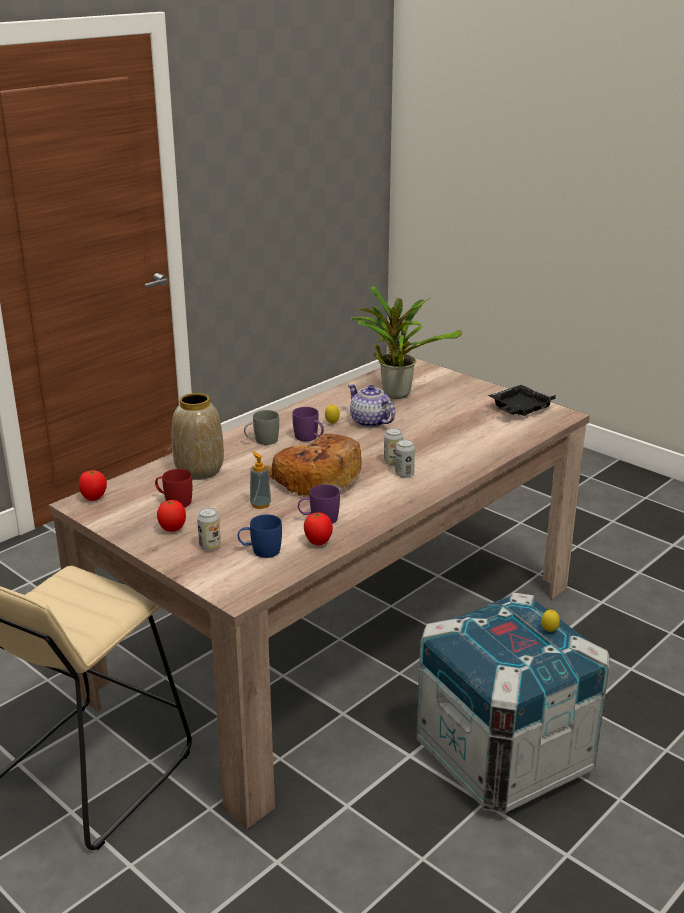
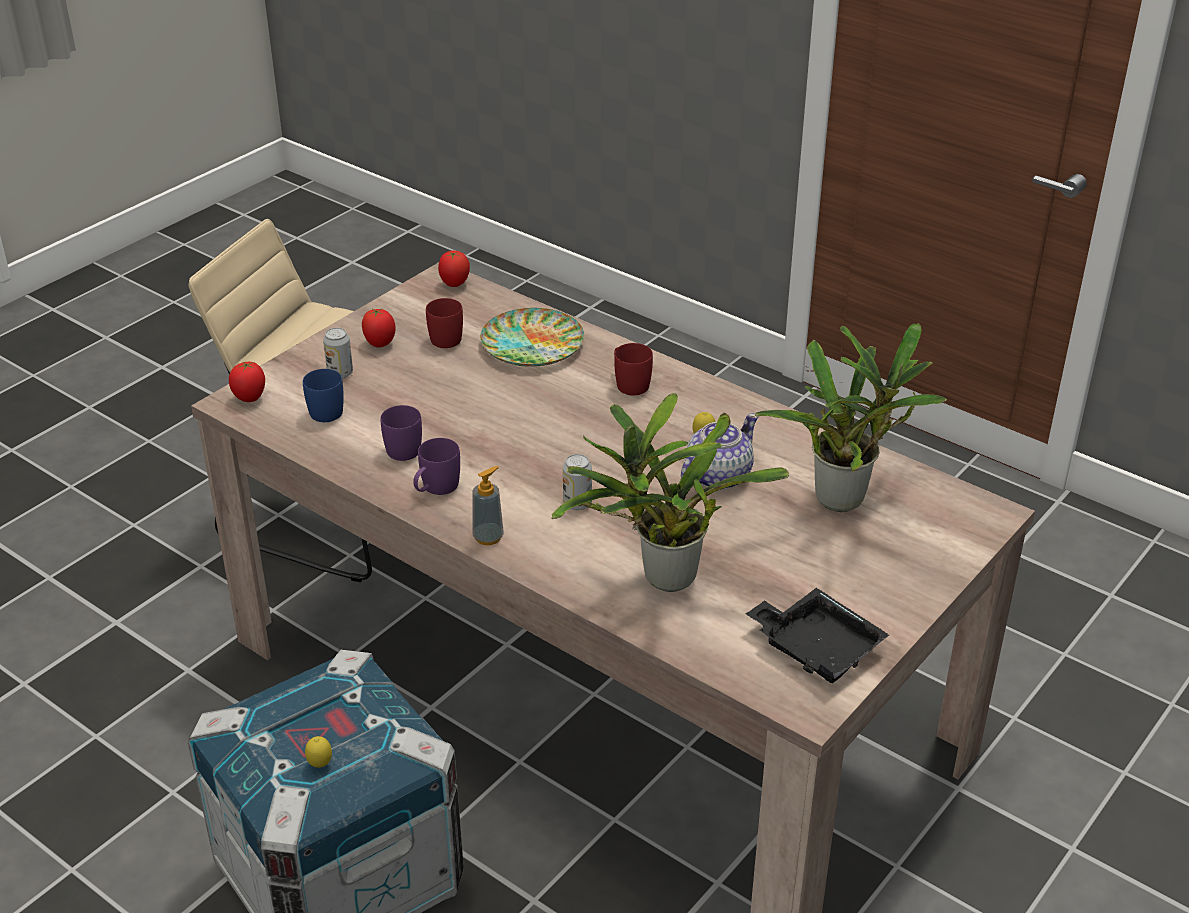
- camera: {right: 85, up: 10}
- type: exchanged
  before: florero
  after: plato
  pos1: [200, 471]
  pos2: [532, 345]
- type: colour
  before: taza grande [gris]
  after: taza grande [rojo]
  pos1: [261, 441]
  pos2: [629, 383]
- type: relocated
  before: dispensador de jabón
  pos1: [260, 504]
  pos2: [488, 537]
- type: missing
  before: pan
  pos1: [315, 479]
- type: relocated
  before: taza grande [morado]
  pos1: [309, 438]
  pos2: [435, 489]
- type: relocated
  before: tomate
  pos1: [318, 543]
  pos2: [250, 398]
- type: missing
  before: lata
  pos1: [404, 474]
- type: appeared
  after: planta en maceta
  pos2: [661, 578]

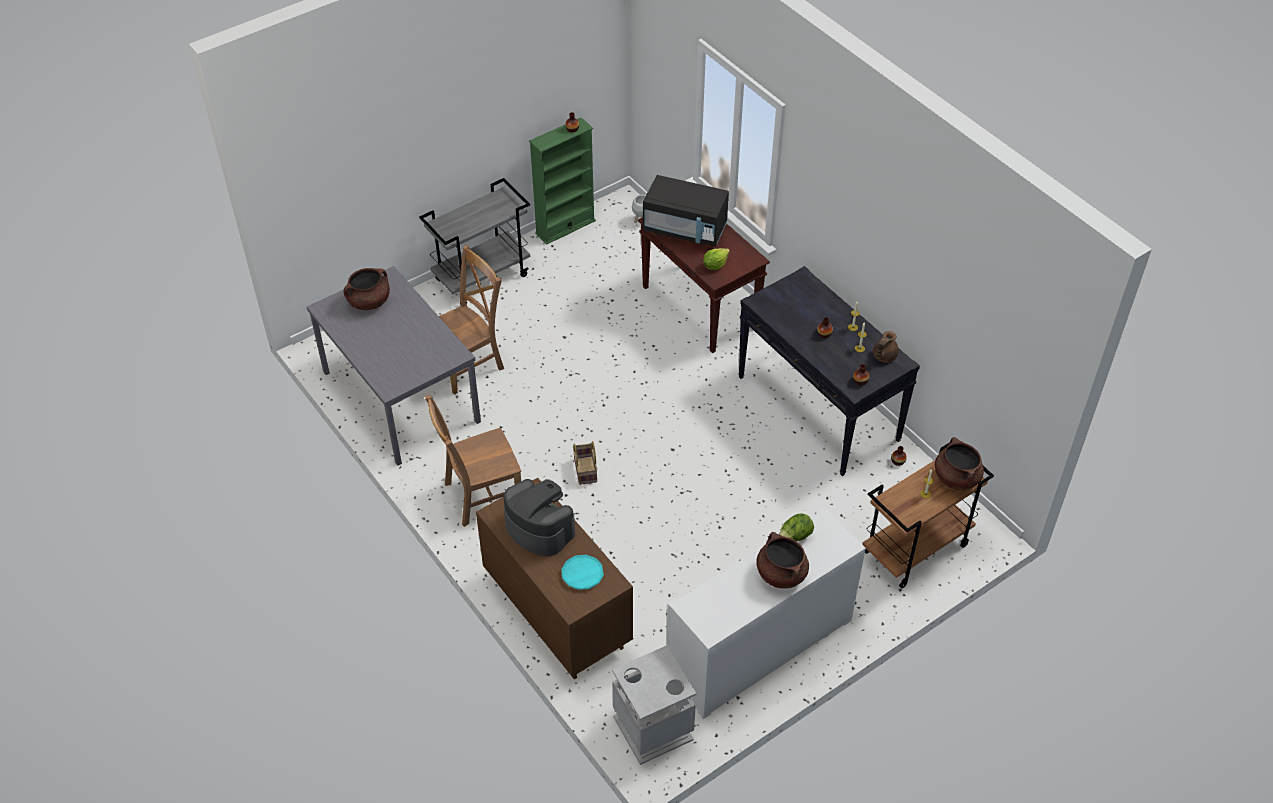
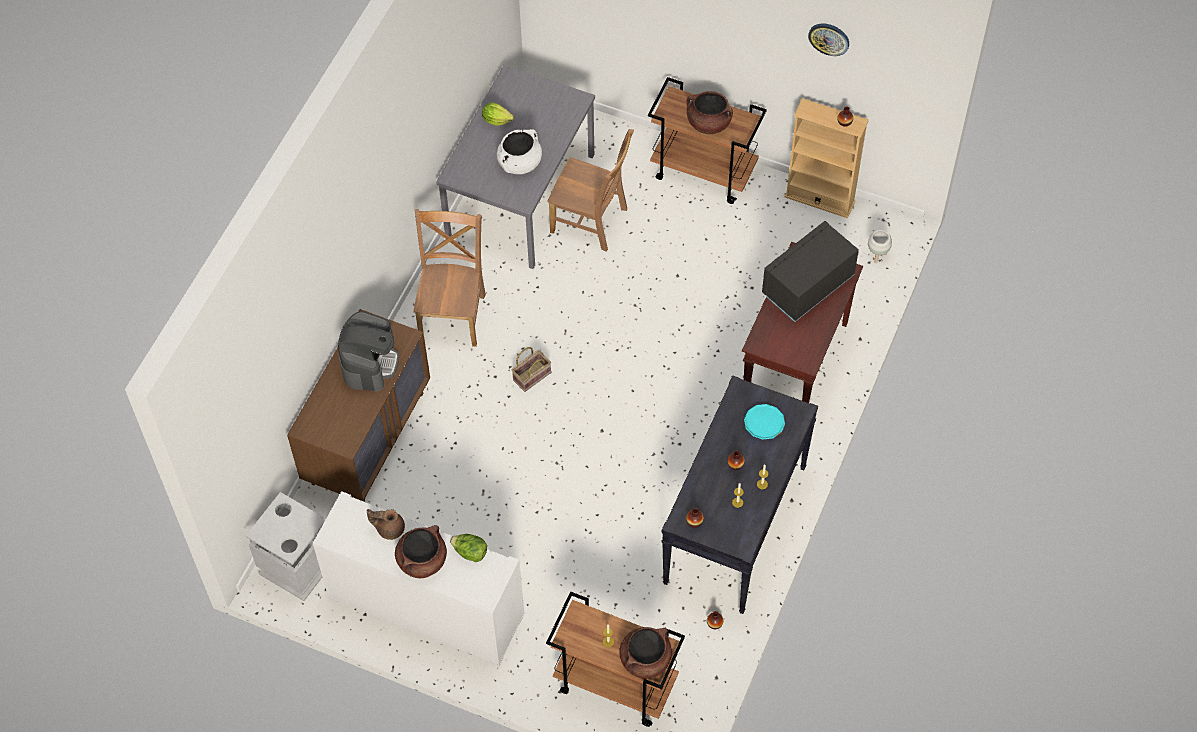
- camera: {right: 60, up: 10}
- type: relocated
  before: olla [marrón]
  pos1: [369, 302]
  pos2: [708, 123]
- type: colour
  before: carrito [gris]
  after: carrito [marrón]
  pos1: [482, 277]
  pos2: [704, 172]
- type: spun
  before: silla [marrón]
  pos1: [480, 495]
  pos2: [453, 314]
  turn: 60
- type: colour
  before: estantería [verde]
  after: estantería [beis]
  pos1: [565, 227]
  pos2: [819, 199]
- type: relocated
  before: plato [turquesa]
  pos1: [582, 574]
  pos2: [764, 423]
- type: spun
  before: microondas [negro]
  pos1: [685, 229]
  pos2: [807, 285]
  turn: 60
- type: relocated
  before: lechuga
  pos1: [715, 265]
  pos2: [496, 120]
- type: relocated
  before: tetera [marrón]
  pos1: [883, 356]
  pos2: [389, 528]
- type: appeared
  after: olla [blanco]
  pos2: [519, 163]
- type: appeared
  after: reloj de pared
  pos2: [829, 38]

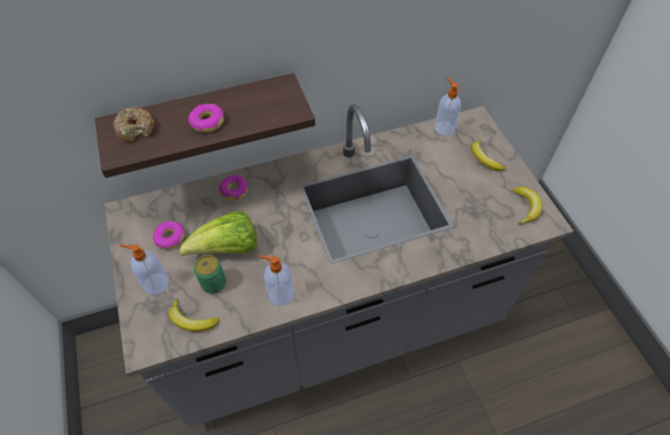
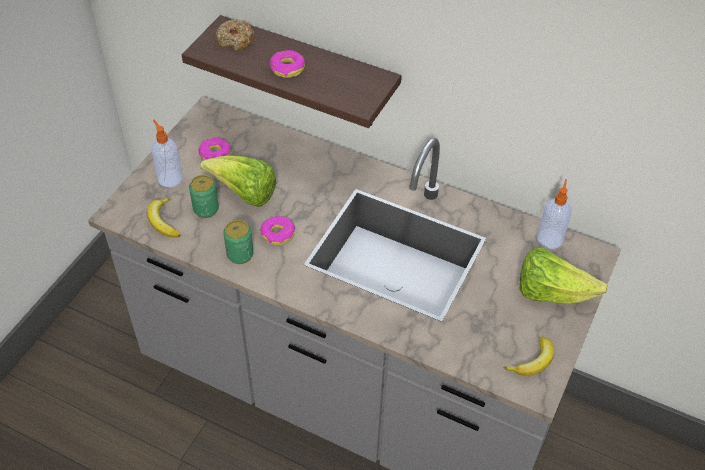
- camera: {right: 45, up: -5}
- type: relocated
  before: rosquilla
  pos1: [234, 190]
  pos2: [278, 234]
- type: exchanged
  before: dispensador de jabón
  after: lata
  pos1: [280, 294]
  pos2: [240, 254]
- type: exchanged
  before: plátano
  after: lechuga
  pos1: [484, 159]
  pos2: [551, 293]

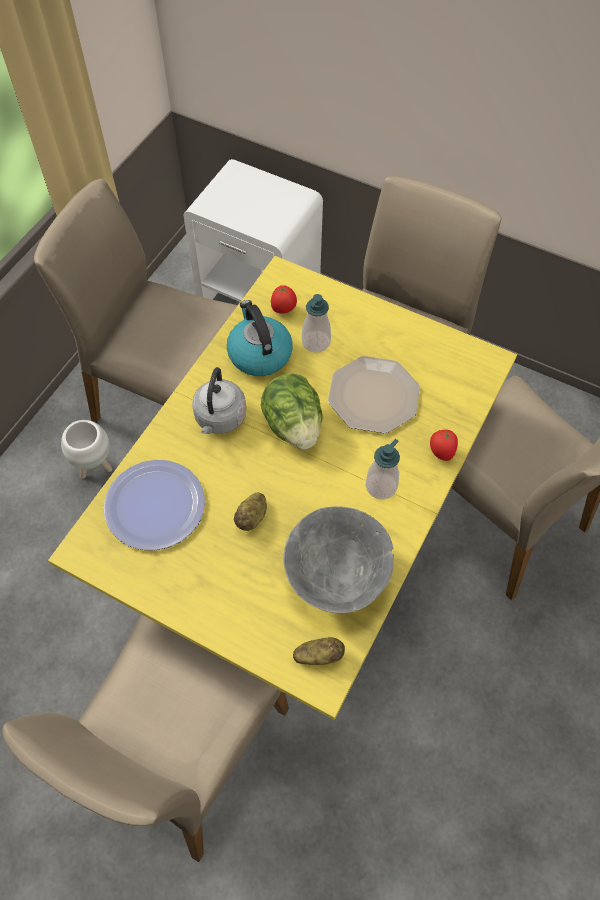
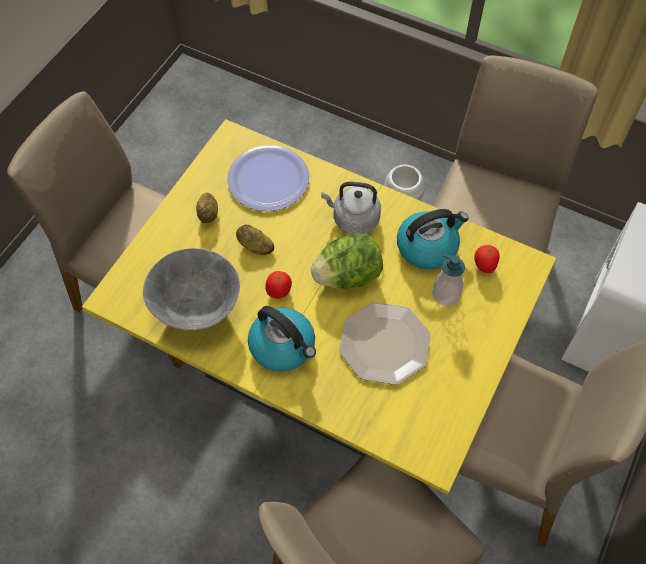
- camera: {right: 90, up: 0}
- type: relocated
  before: patata
  pos1: [318, 655]
  pos2: [209, 214]
- type: exchanged
  before: dispensador de jabón
  after: hervidor
  pos1: [381, 486]
  pos2: [283, 346]
- type: relocated
  before: tomate
  pos1: [441, 452]
  pos2: [279, 292]

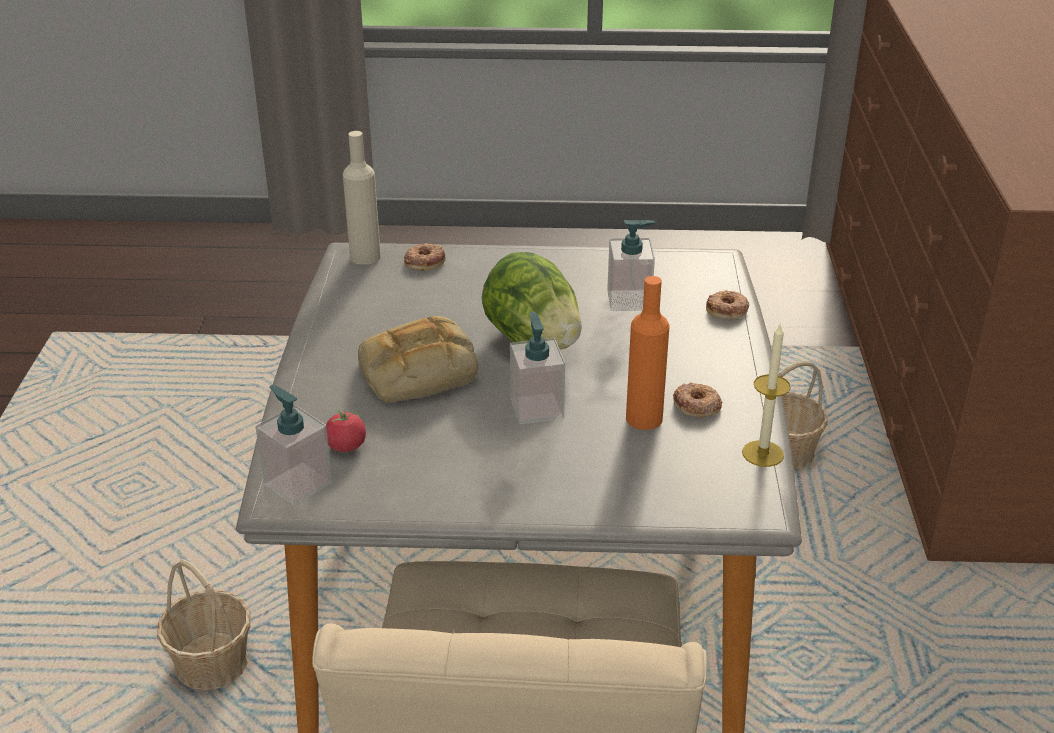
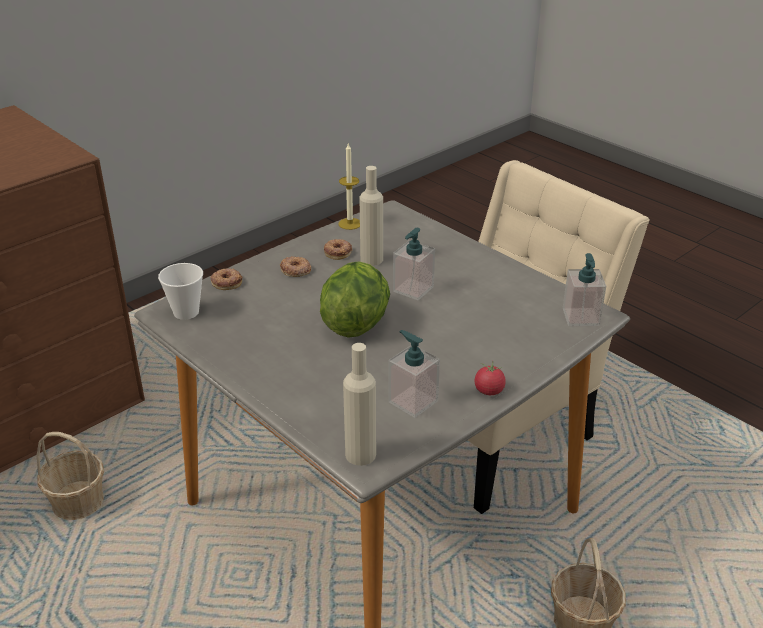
- camera: {right: -135, up: 0}
- type: relocated
  before: tomate
  pos1: [346, 446]
  pos2: [489, 391]
- type: missing
  before: pan
  pos1: [417, 372]
- type: relocated
  before: rosquilla
  pos1: [424, 261]
  pos2: [295, 270]
- type: relocated
  before: dispensador de jabón
  pos1: [629, 300]
  pos2: [413, 401]
- type: colour
  before: botella [naranja]
  after: botella [beis]
  pos1: [644, 418]
  pos2: [371, 259]
- type: appeared
  after: taza
  pos2: [186, 312]

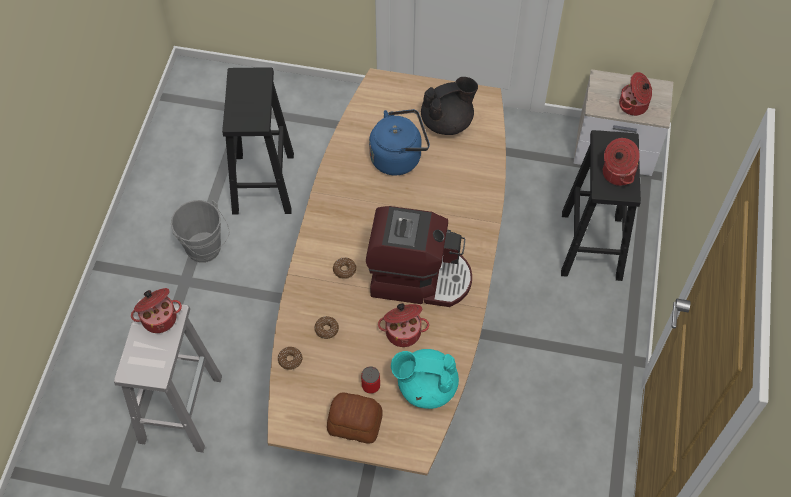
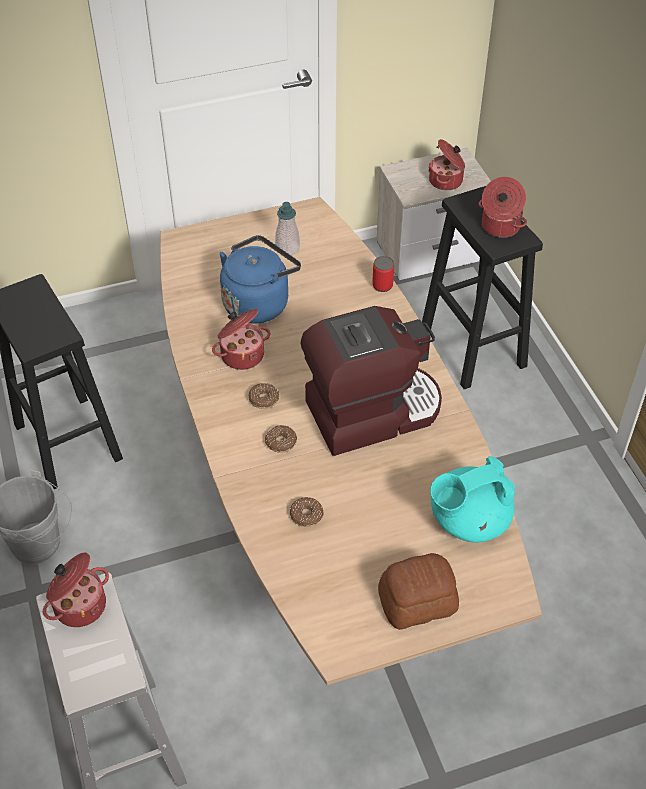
- camera: {right: -30, up: -10}
- type: relocated
  before: rosquilla
  pos1: [290, 360]
  pos2: [264, 399]
- type: relocated
  before: lata
  pos1: [371, 386]
  pos2: [382, 285]
- type: relocated
  before: olla
  pos1: [403, 331]
  pos2: [242, 354]
- type: exchanged
  before: tetera [negro]
  after: dispensador de jabón
  pos1: [447, 122]
  pos2: [287, 248]

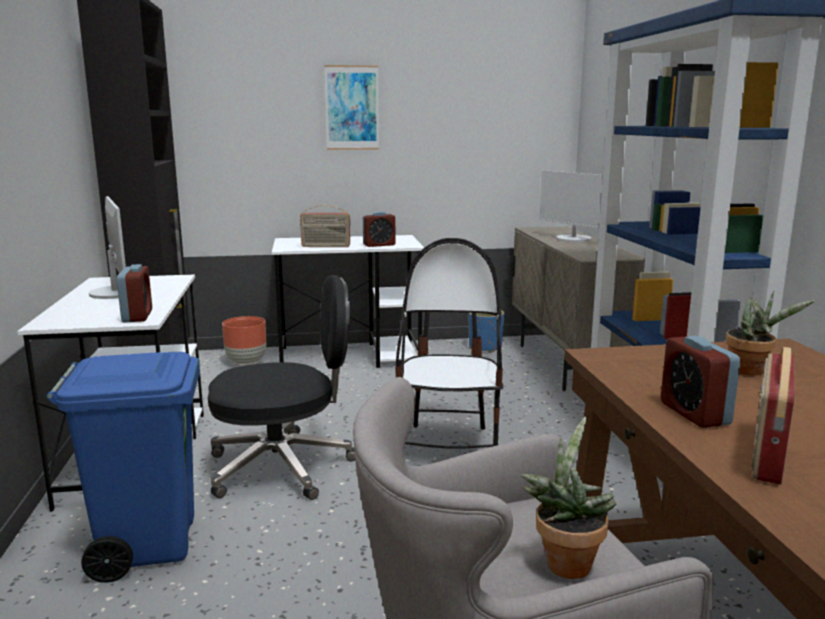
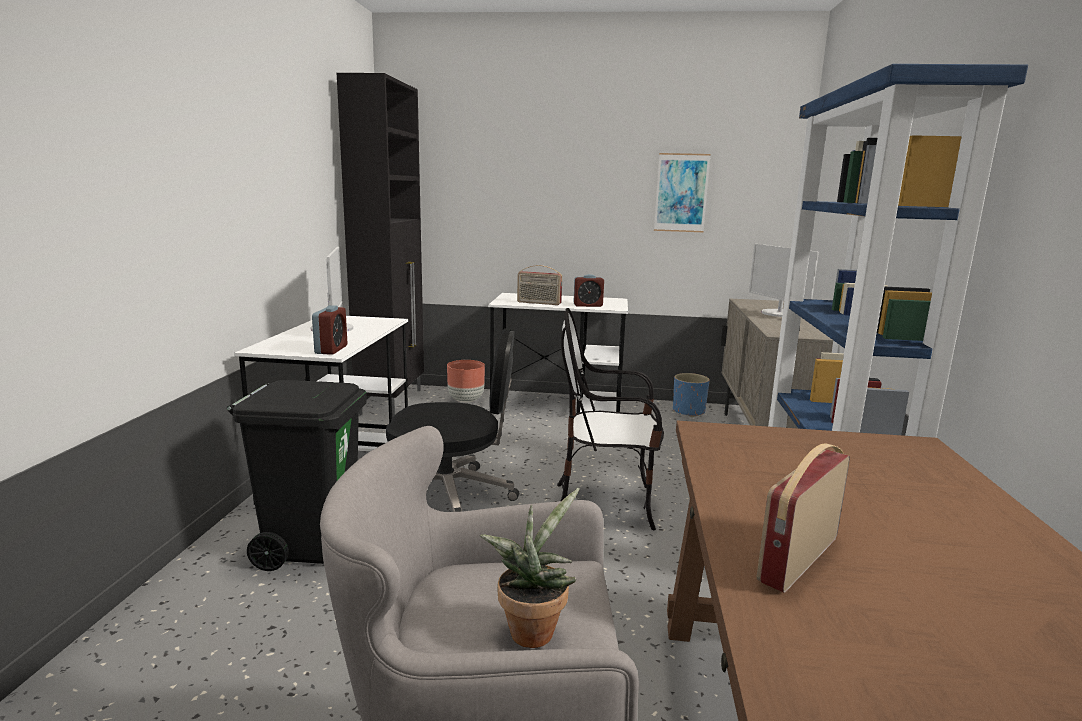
- camera: {right: 15, up: 0}
- type: colour
  before: papelera [azul]
  after: papelera [negro]
  pos1: [147, 544]
  pos2: [311, 545]
- type: relocated
  before: cuadro
  pos1: [352, 108]
  pos2: [681, 193]
- type: spun
  before: silla
  pos1: [448, 449]
  pos2: [606, 503]
  turn: -105
- type: missing
  before: despertador
  pos1: [694, 413]
- type: missing
  before: planta en maceta
  pos1: [751, 371]

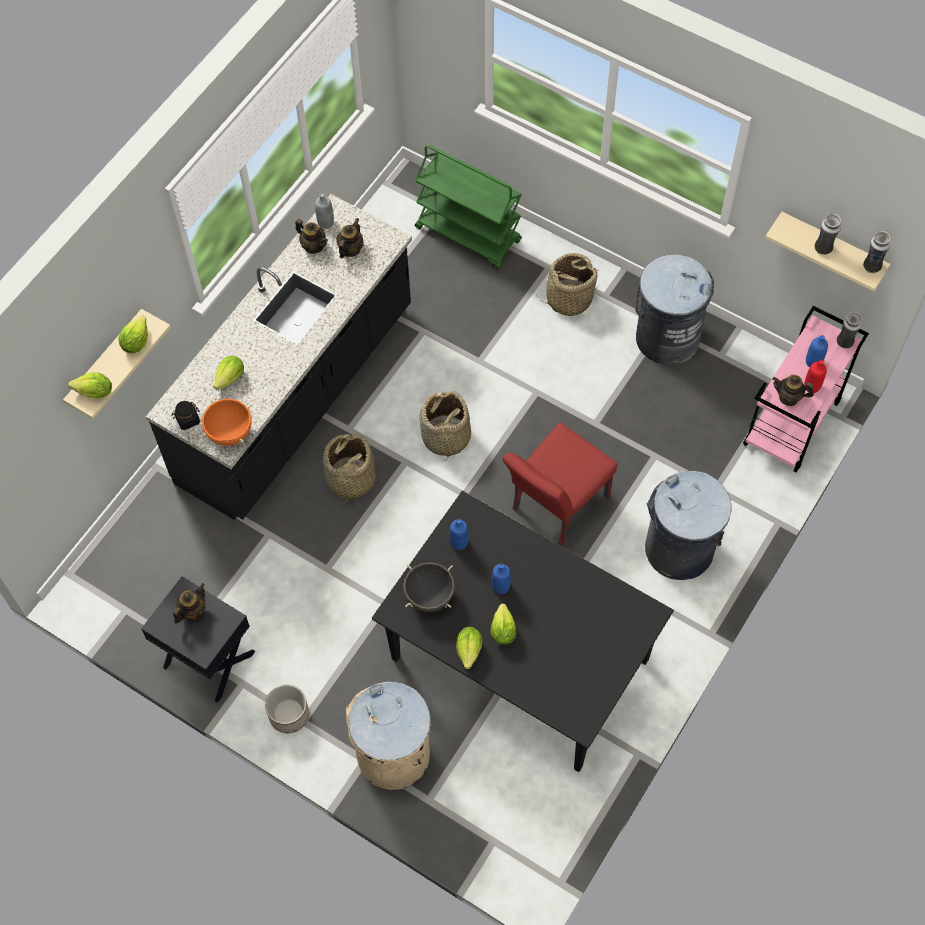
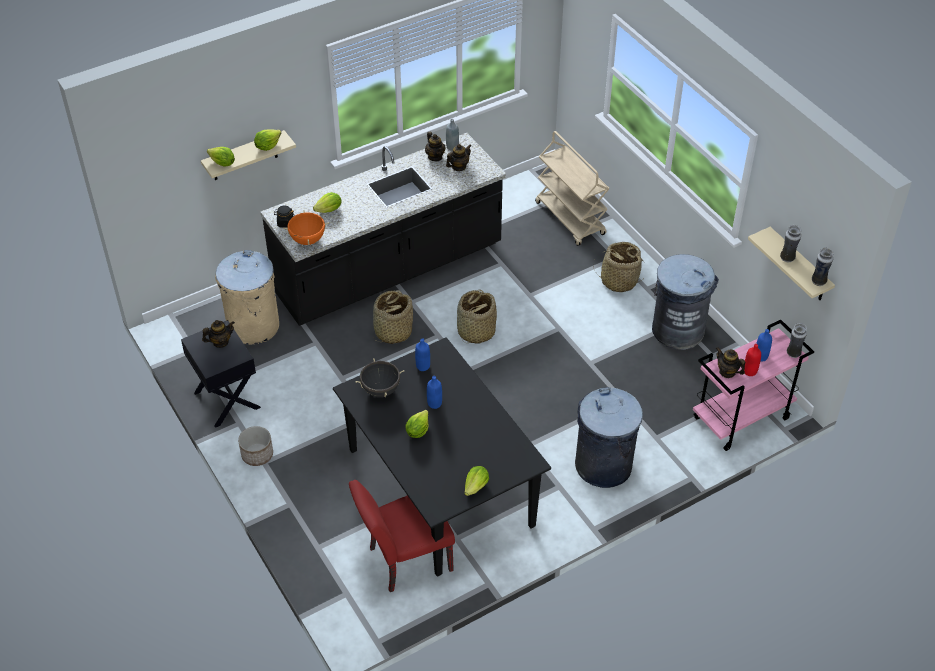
- camera: {right: 25, up: -15}
- type: relocated
  before: papelera [beis]
  pos1: [393, 755]
  pos2: [253, 326]
- type: colour
  before: carrito [verde]
  after: carrito [beis]
  pos1: [469, 235]
  pos2: [570, 219]
- type: relocated
  before: lechuga
  pos1: [469, 650]
  pos2: [476, 486]
- type: relocated
  before: silla [rojo]
  pos1: [555, 507]
  pos2: [404, 561]

